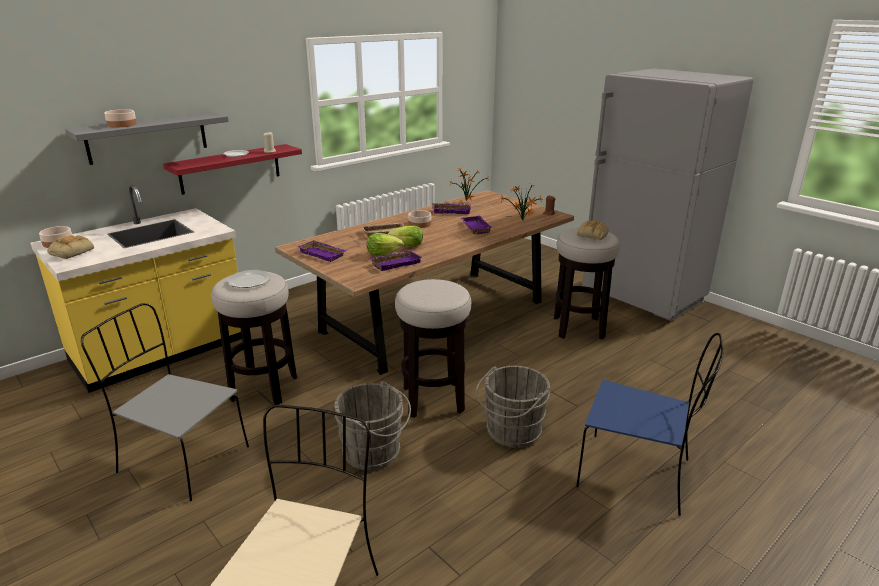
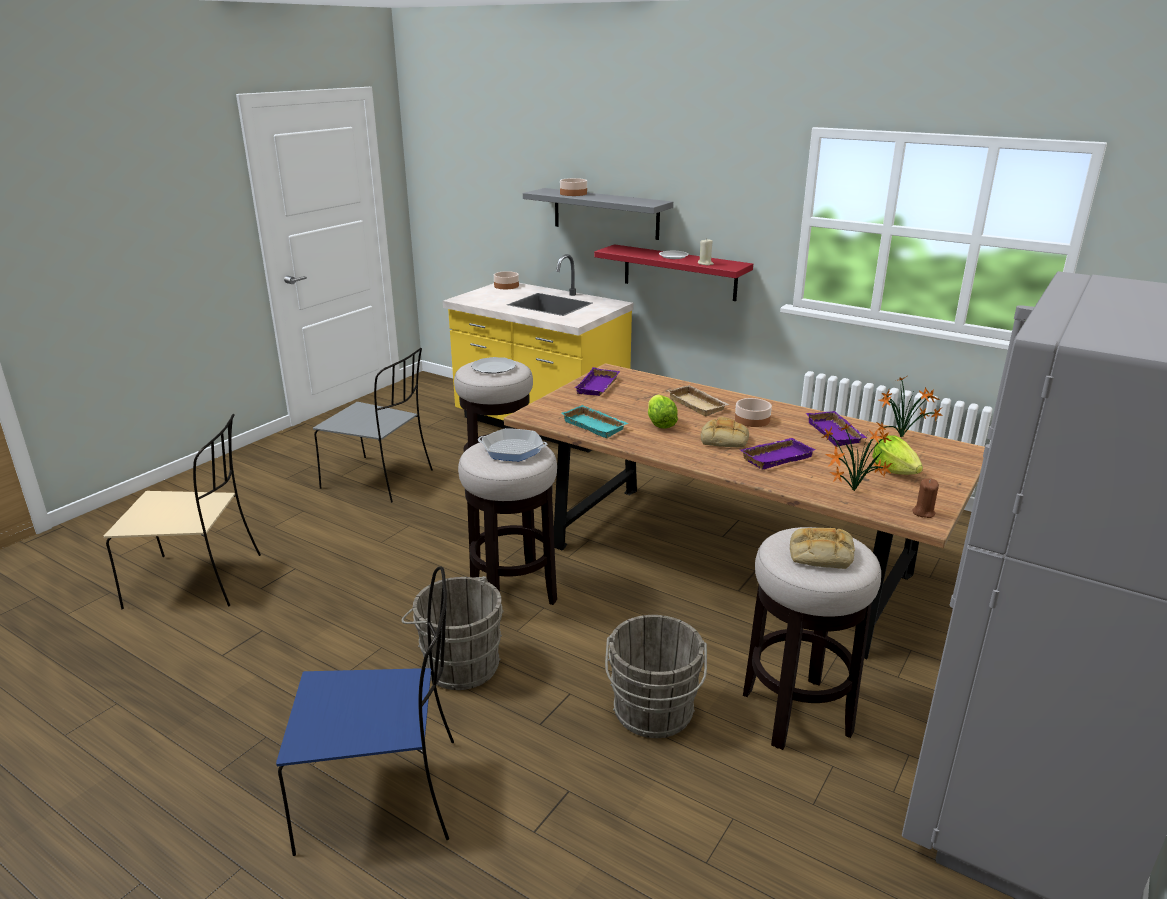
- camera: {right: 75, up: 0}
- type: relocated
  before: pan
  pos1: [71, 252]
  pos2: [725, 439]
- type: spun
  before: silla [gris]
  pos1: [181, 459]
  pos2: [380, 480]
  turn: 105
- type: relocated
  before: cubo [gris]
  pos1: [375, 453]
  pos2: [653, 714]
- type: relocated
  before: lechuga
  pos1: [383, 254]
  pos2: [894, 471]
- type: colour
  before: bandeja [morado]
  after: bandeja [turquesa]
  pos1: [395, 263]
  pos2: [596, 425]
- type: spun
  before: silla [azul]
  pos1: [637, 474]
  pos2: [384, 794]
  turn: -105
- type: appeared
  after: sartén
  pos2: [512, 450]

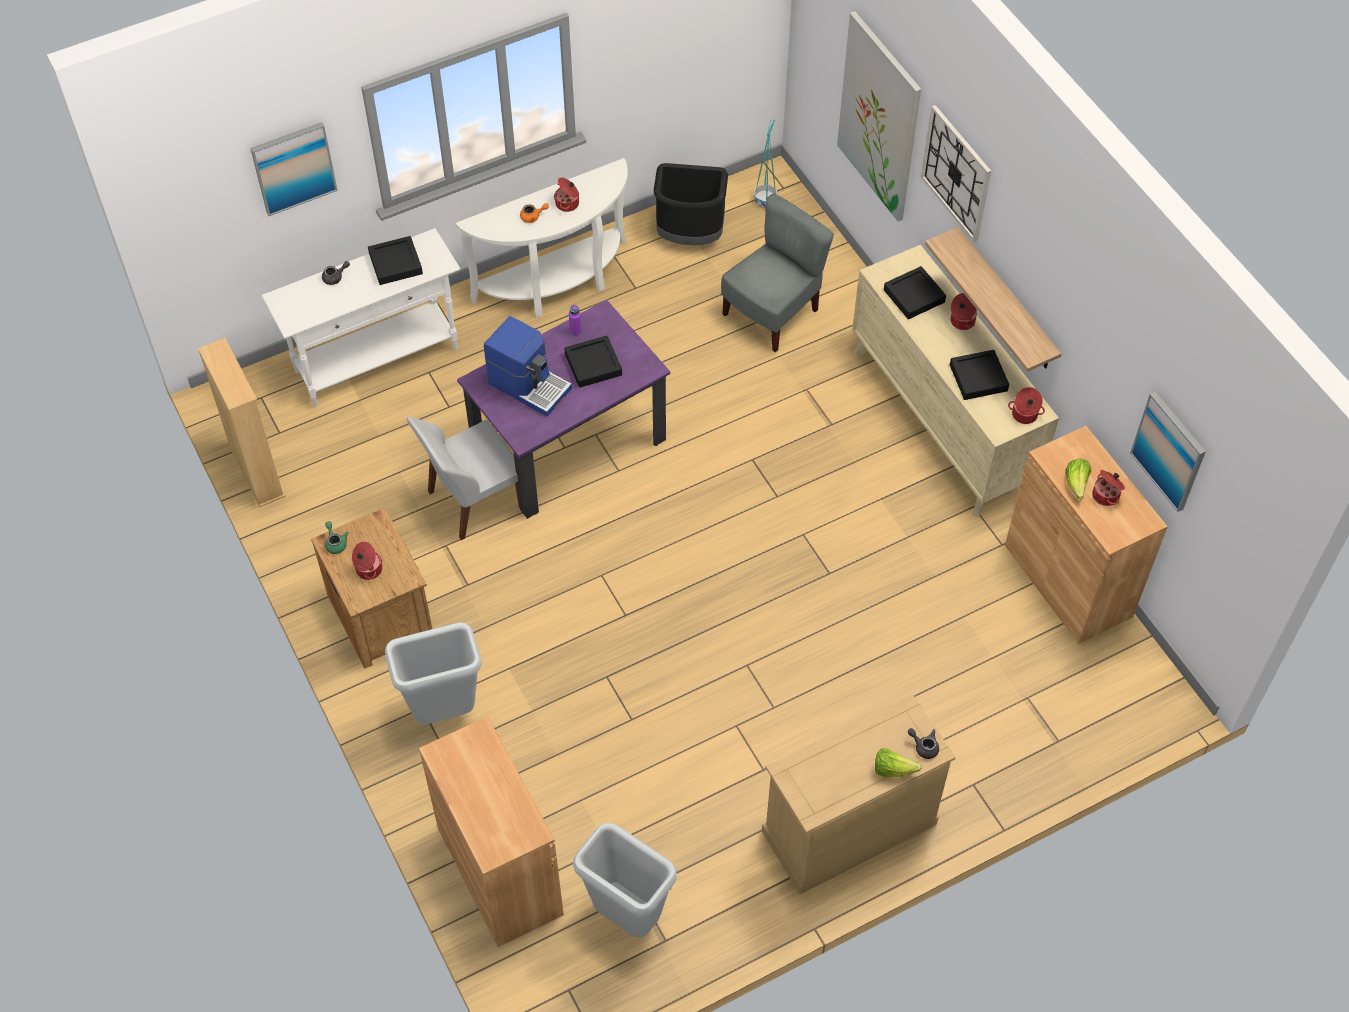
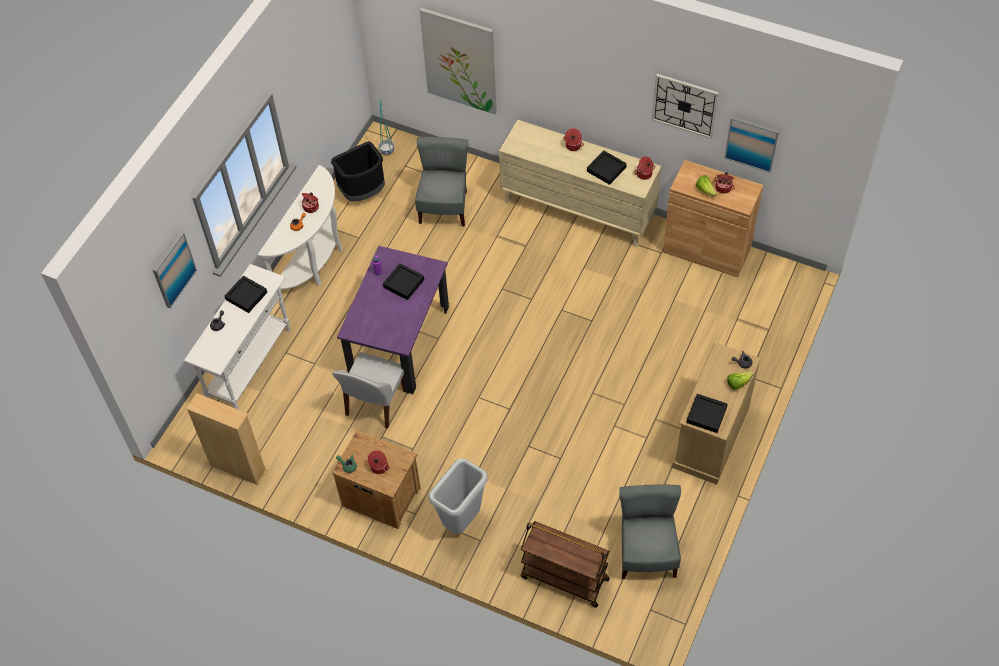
- camera: {right: -35, up: 0}
- type: exchanged
  before: armario [marrón]
  after: carrito [marrón]
  pos1: [500, 871]
  pos2: [563, 578]
- type: missing
  before: cafetera
  pos1: [530, 385]
- type: exchanged
  before: papelera [gris]
  after: silla [gris]
  pos1: [628, 916]
  pos2: [646, 553]
- type: relocated
  before: bandeja [negro]
  pos1: [914, 296]
  pos2: [706, 415]
- type: relocated
  before: reloj de pared
  pos1: [956, 173]
  pos2: [684, 105]
- type: missing
  before: estante
  pos1: [1006, 301]

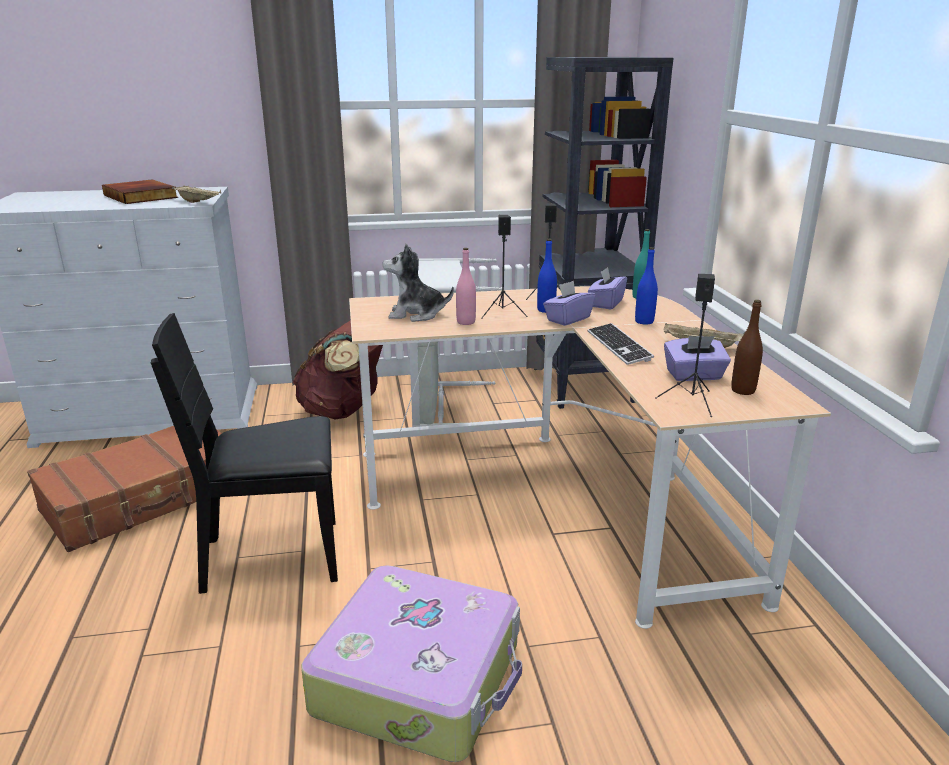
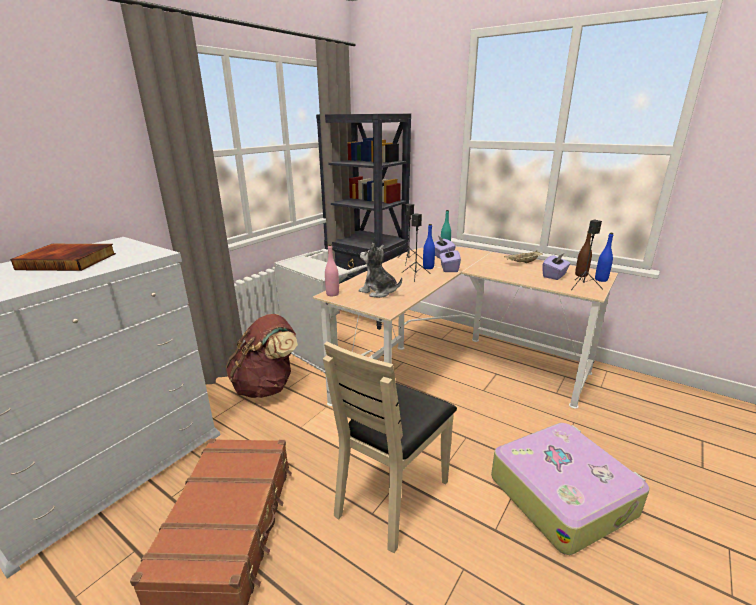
- camera: {right: -45, up: 0}
- type: colour
  before: silla [negro]
  after: silla [beis]
  pos1: [274, 557]
  pos2: [392, 496]
- type: missing
  before: bandeja [beis]
  pos1: [198, 202]
- type: spun
  before: peluche
  pos1: [416, 314]
  pos2: [379, 291]
  turn: 75
- type: relocated
  before: botella [rosa]
  pos1: [466, 322]
  pos2: [332, 294]
- type: missing
  before: teclado
  pos1: [618, 346]
- type: relocated
  before: botella [azul]
  pos1: [644, 321]
  pos2: [601, 279]

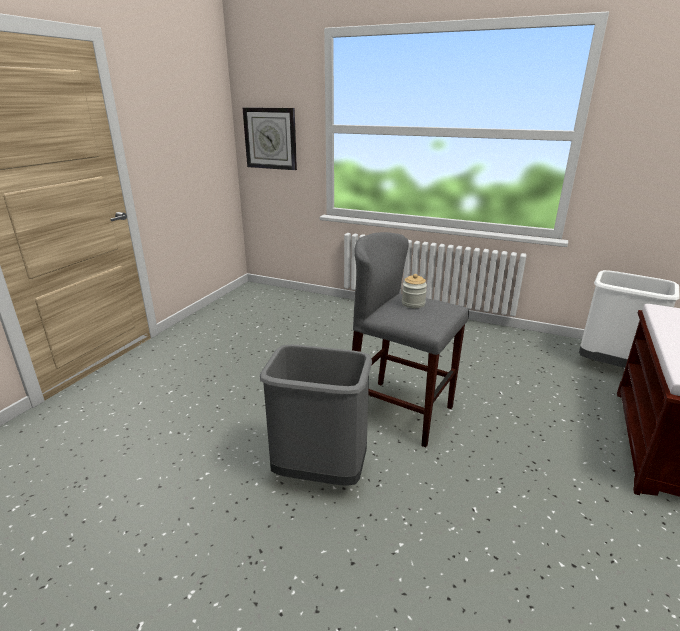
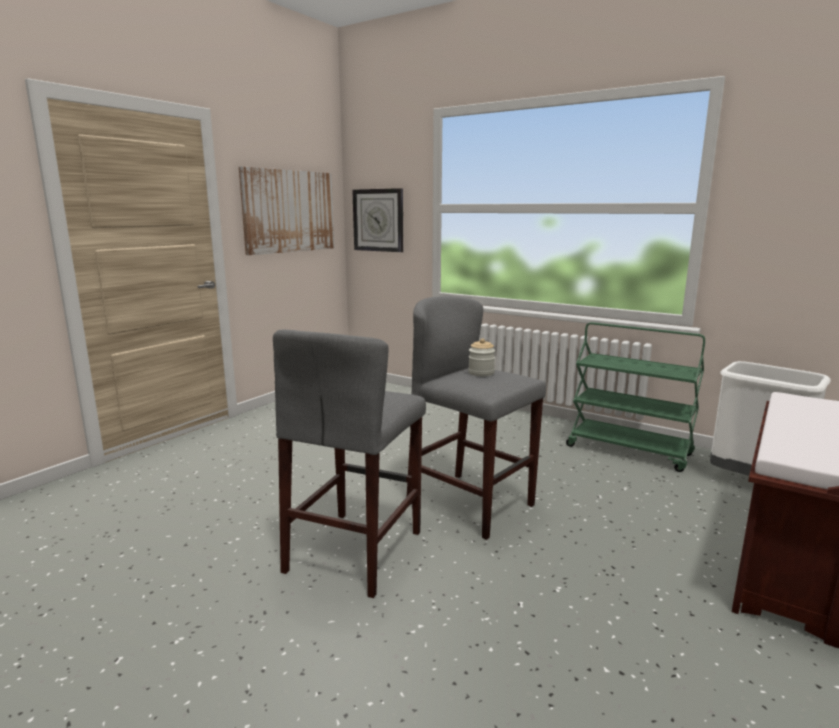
- camera: {right: 10, up: -10}
- type: exchanged
  before: papelera [gris]
  after: taburete [gris]
  pos1: [319, 473]
  pos2: [355, 551]
- type: appeared
  after: cuadro
  pos2: [289, 211]
- type: appeared
  after: carrito [verde]
  pos2: [629, 450]

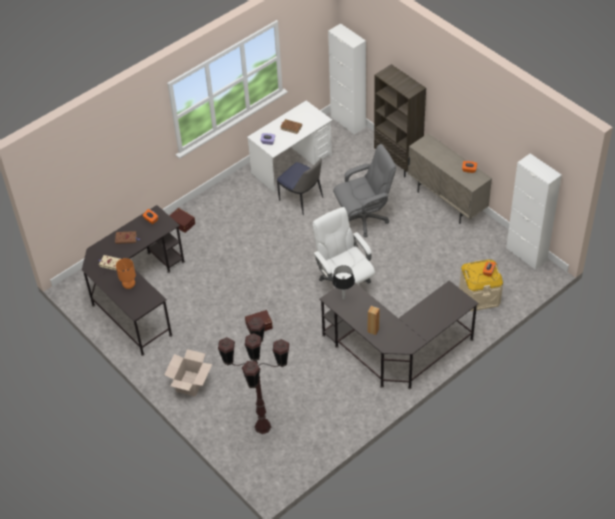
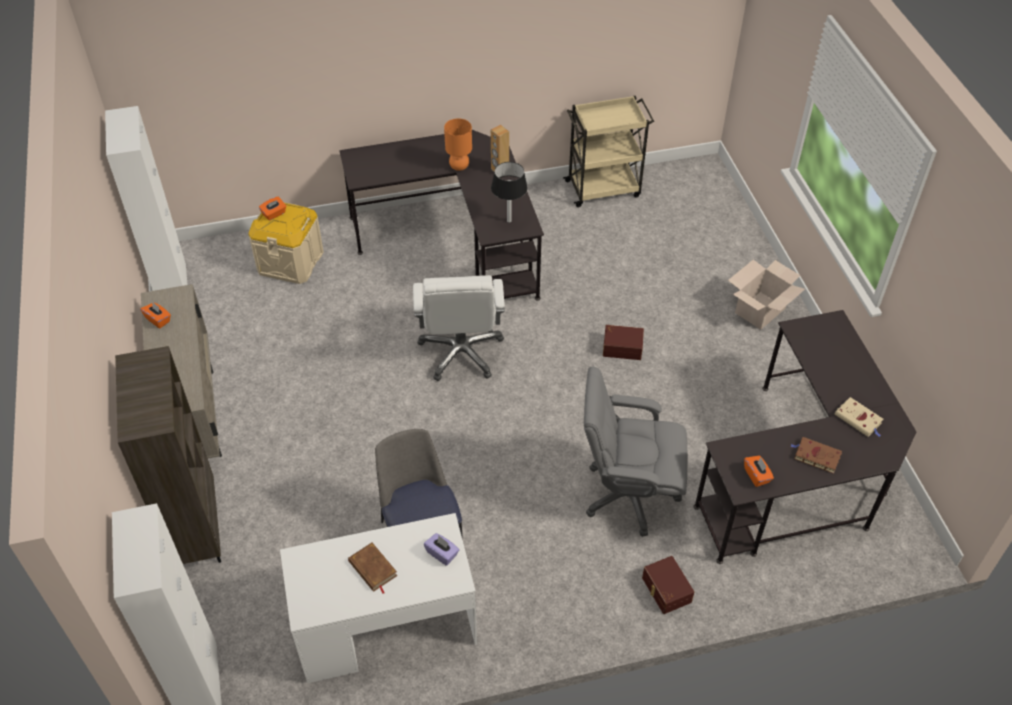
- camera: {right: -155, up: 0}
- type: relocated
  before: lámpara de mesa [naranja]
  pos1: [129, 285]
  pos2: [459, 166]
- type: missing
  before: lámpara de pie [marrón]
  pos1: [262, 427]
- type: relocated
  before: silla de oficina [gris]
  pos1: [364, 218]
  pos2: [628, 495]
- type: appeared
  after: carrito [beis]
  pos2: [604, 188]

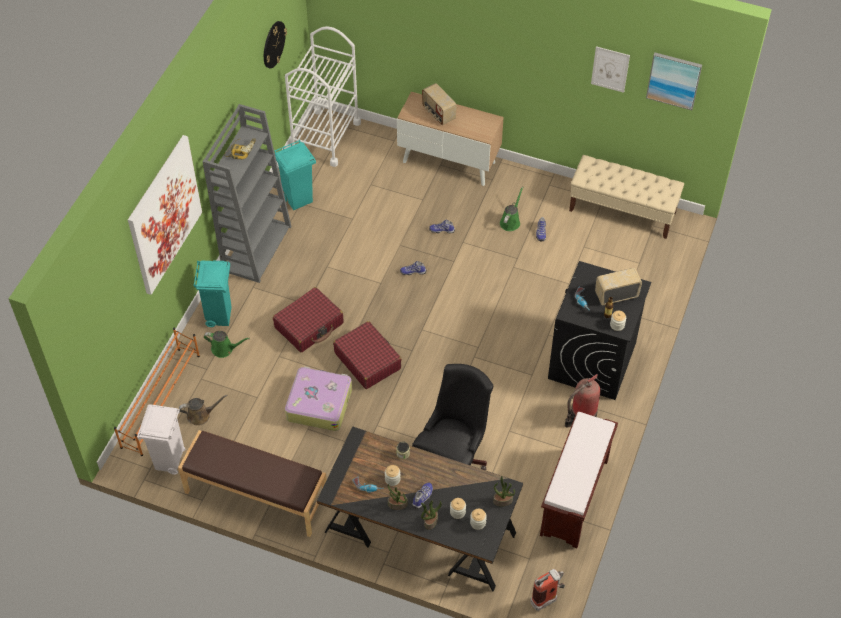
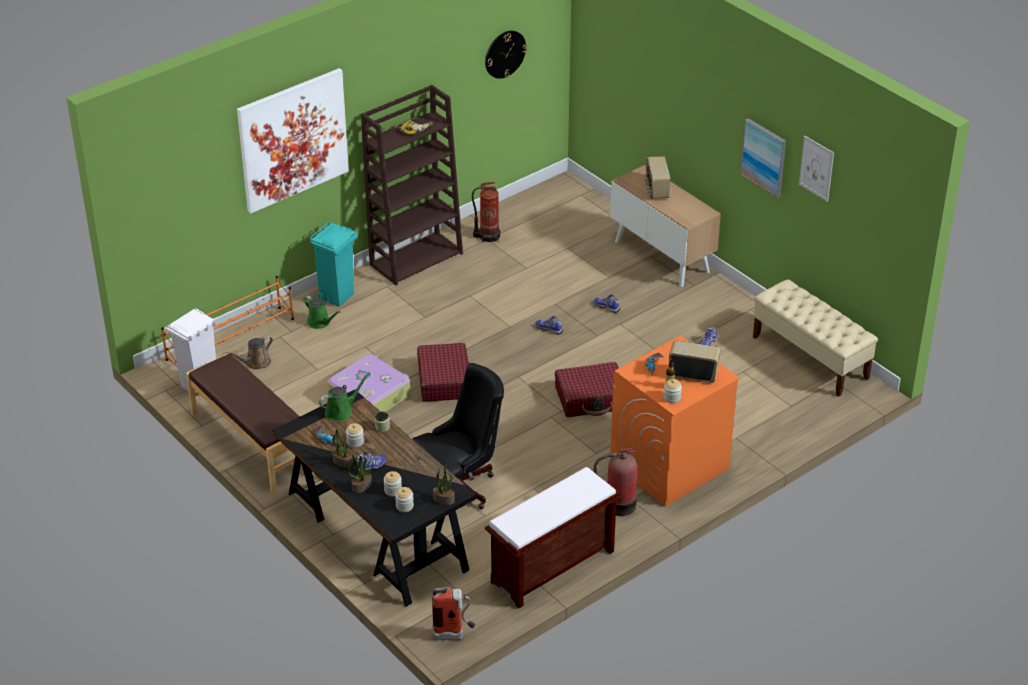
- camera: {right: 30, up: -15}
- type: spun
  before: regadera [marrón]
  pos1: [201, 415]
  pos2: [256, 363]
  turn: 120
- type: colour
  before: estantería [gris]
  after: estantería [marrón]
  pos1: [256, 247]
  pos2: [416, 258]
- type: relocated
  before: maleta [rojo]
  pos1: [309, 325]
  pos2: [591, 398]
- type: exchanged
  before: papelera [turquesa]
  after: extintor
  pos1: [299, 199]
  pos2: [488, 236]
- type: missing
  before: carrito [blanco]
  pos1: [325, 137]
- type: relocated
  before: regadera [verde]
  pos1: [510, 221]
  pos2: [341, 411]
- type: colour
  before: lavadora [negro]
  after: lavadora [naranja]
  pos1: [592, 361]
  pos2: [669, 466]
- type: relocated
  before: cuadro
  pos1: [674, 80]
  pos2: [764, 157]

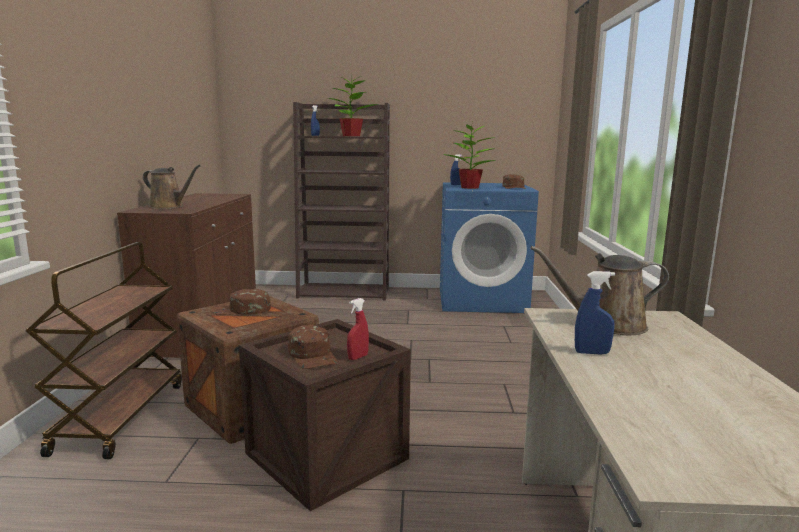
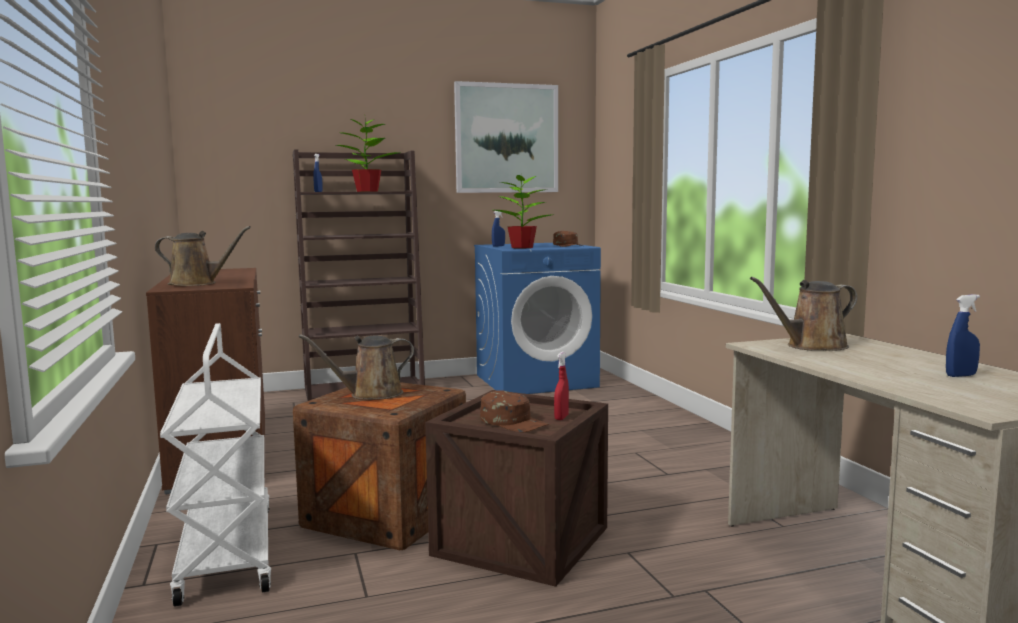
- camera: {right: -20, up: -5}
- type: colour
  before: carrito [marrón]
  after: carrito [blanco]
  pos1: [120, 416]
  pos2: [225, 551]
- type: exchanged
  before: gorra [marrón]
  after: regadera [marrón]
  pos1: [241, 310]
  pos2: [370, 394]
- type: relocated
  before: pulverizador [azul]
  pos1: [592, 353]
  pos2: [961, 375]
- type: appeared
  after: cuadro
  pos2: [506, 138]

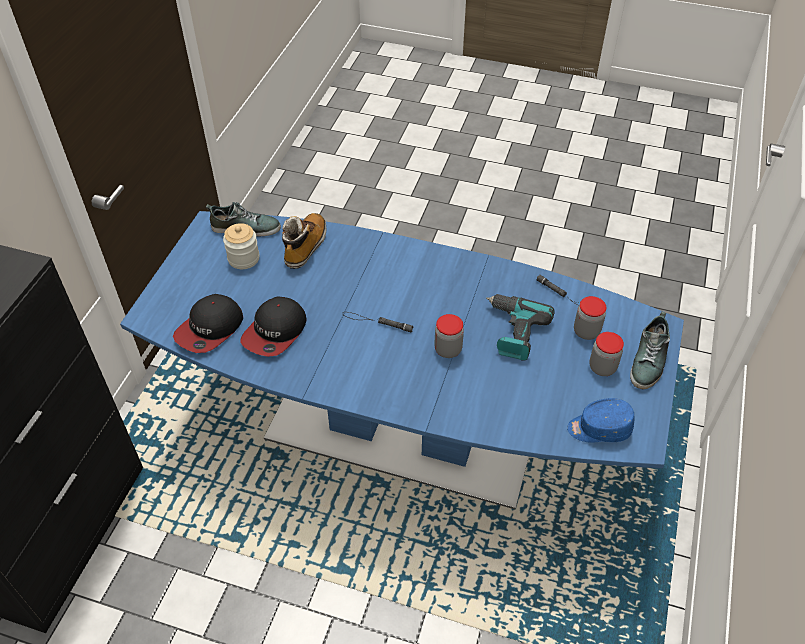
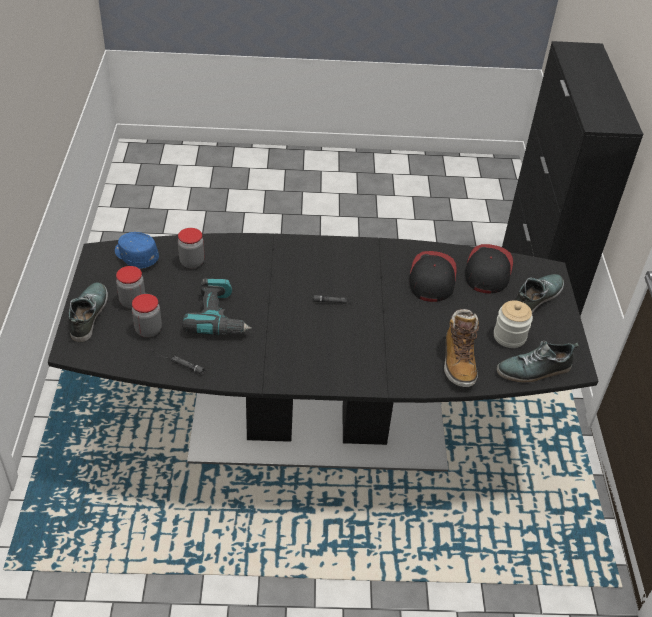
- camera: {right: 160, up: -5}
- type: colour
  before: mesa de comedor [azul]
  after: mesa de comedor [negro]
  pos1: [403, 431]
  pos2: [317, 426]
- type: relocated
  before: tarro
  pos1: [448, 349]
  pos2: [192, 262]
- type: spun
  before: gorra [azul]
  pos1: [599, 428]
  pos2: [135, 256]
  turn: -120
- type: appeared
  after: zapato
  pos2: [536, 298]

